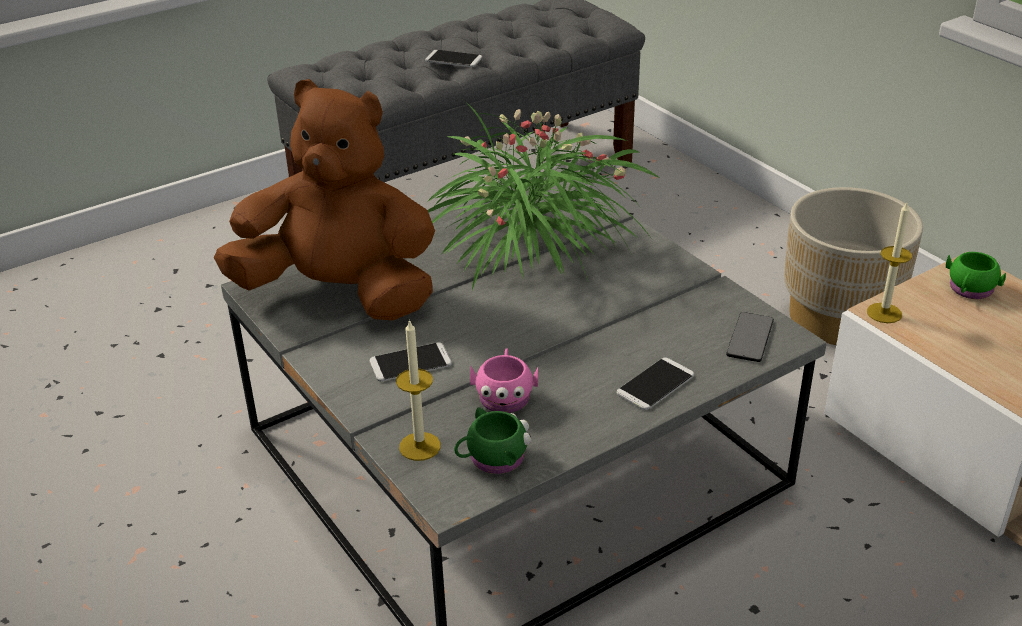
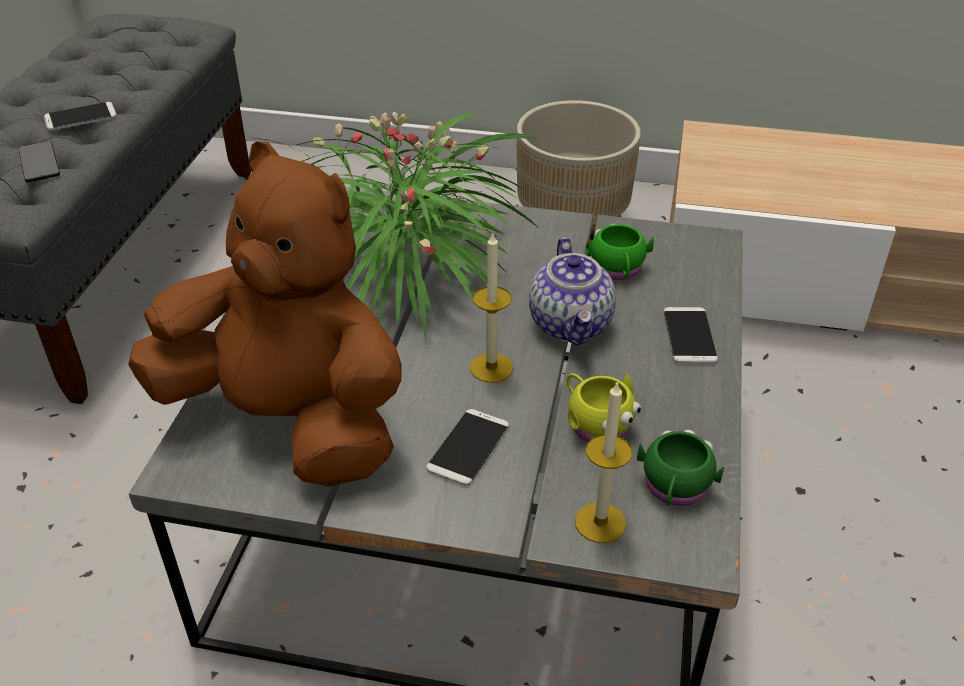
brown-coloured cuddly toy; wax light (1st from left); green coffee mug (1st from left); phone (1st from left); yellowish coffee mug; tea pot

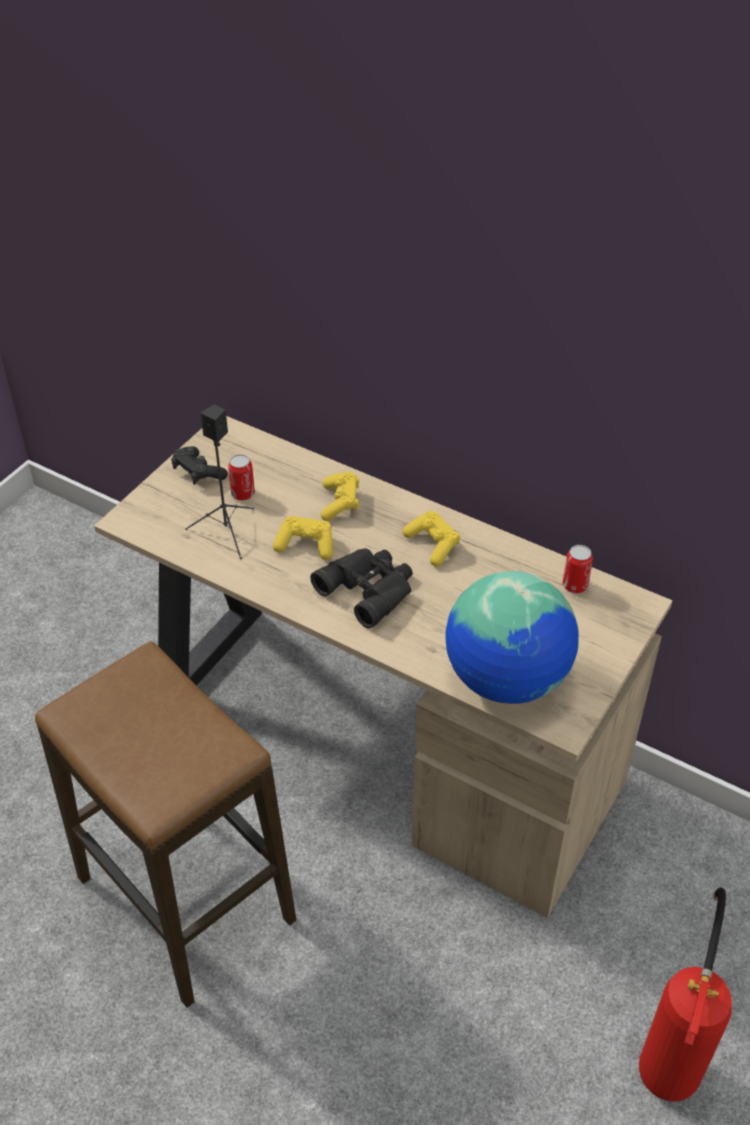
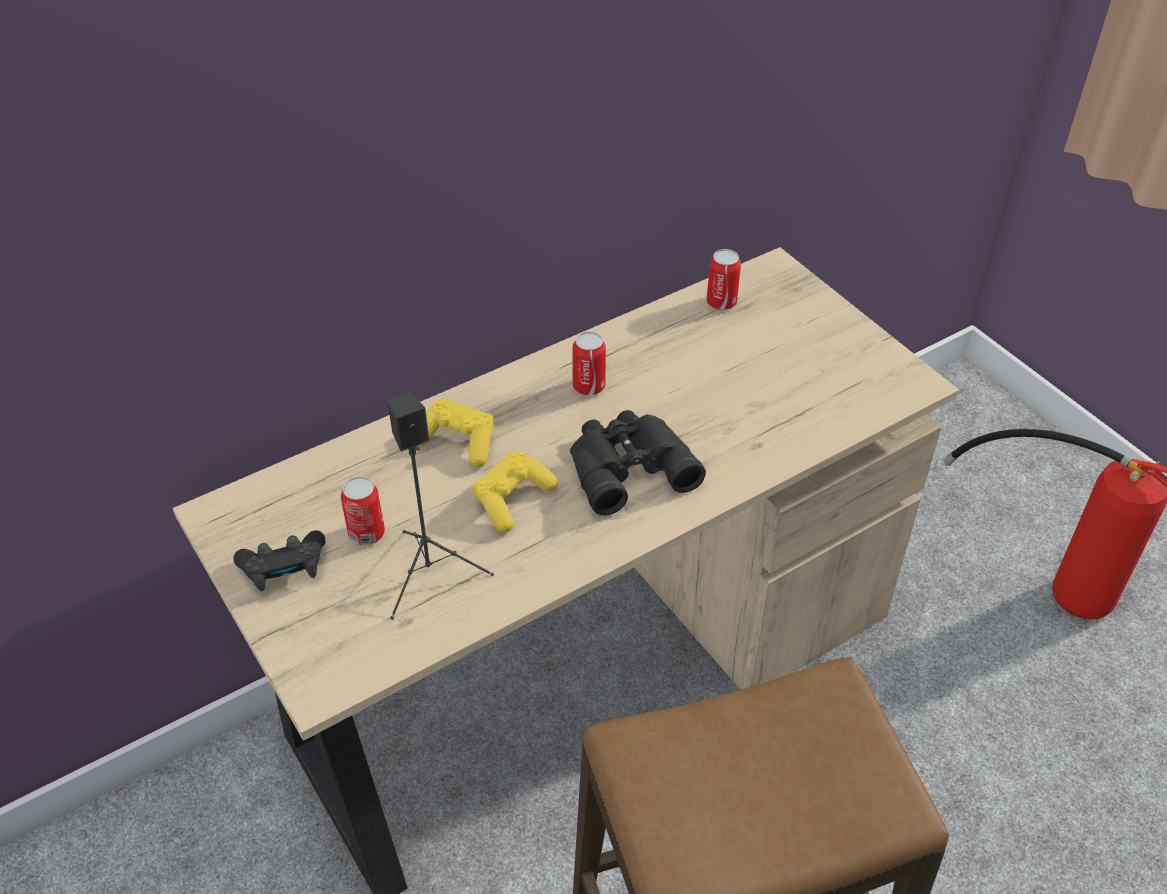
can (2nd from left); world globe

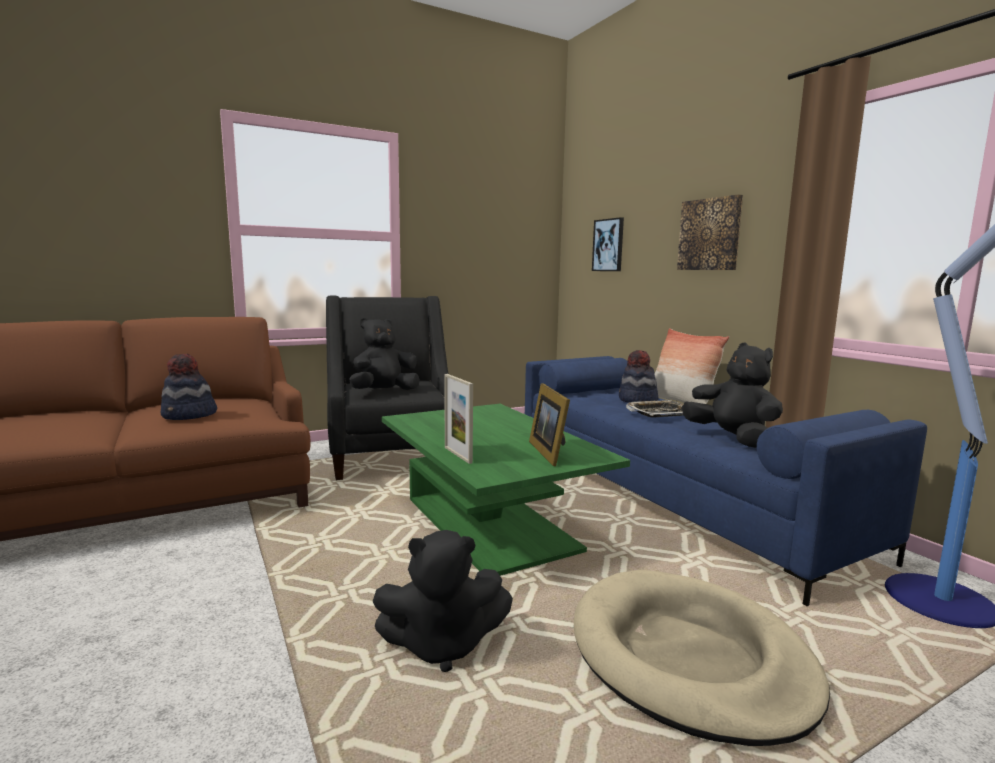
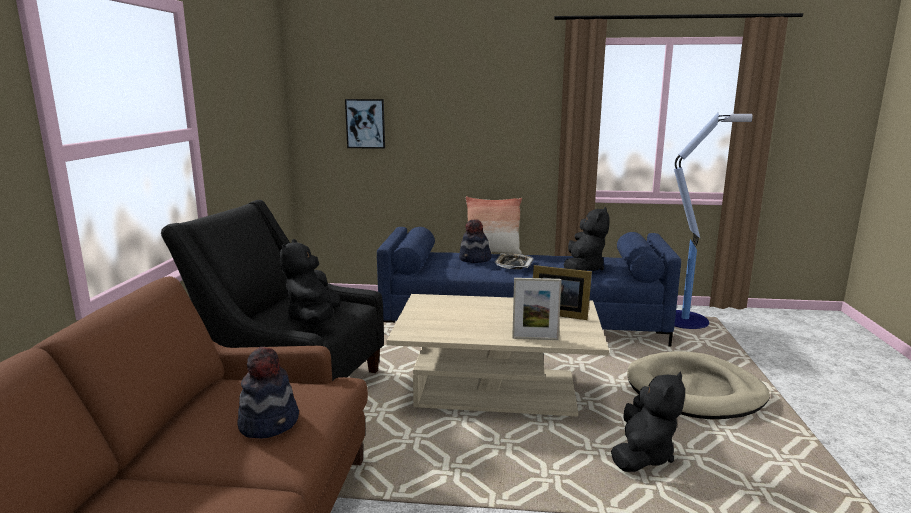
wall art (2nd from left in the first image); black-coloured cuddly toy (2nd from left); beige low table

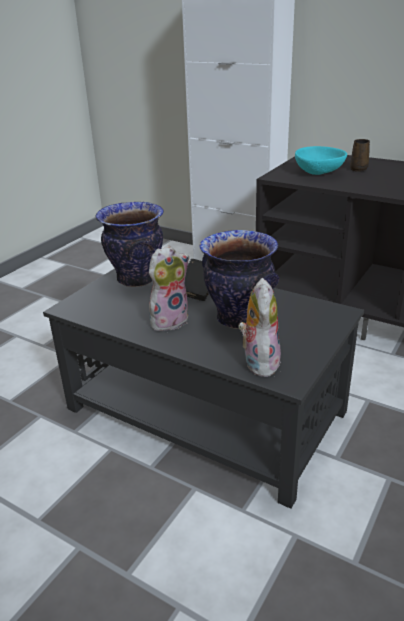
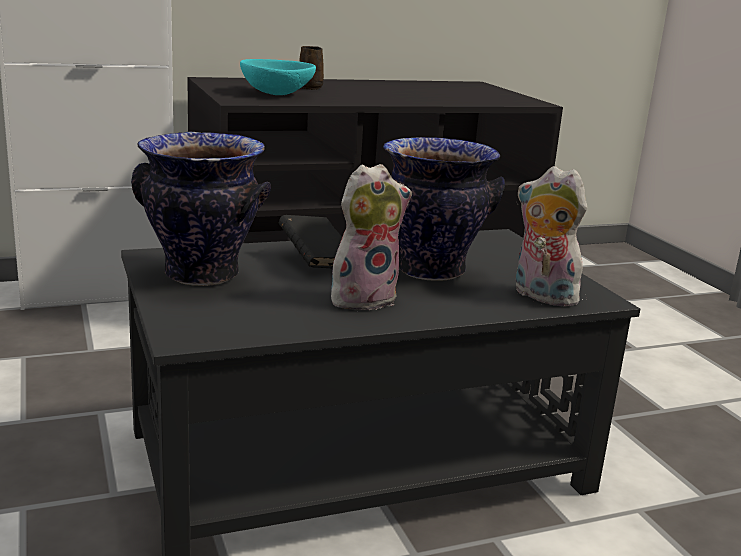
cuddly toy (1st from left)

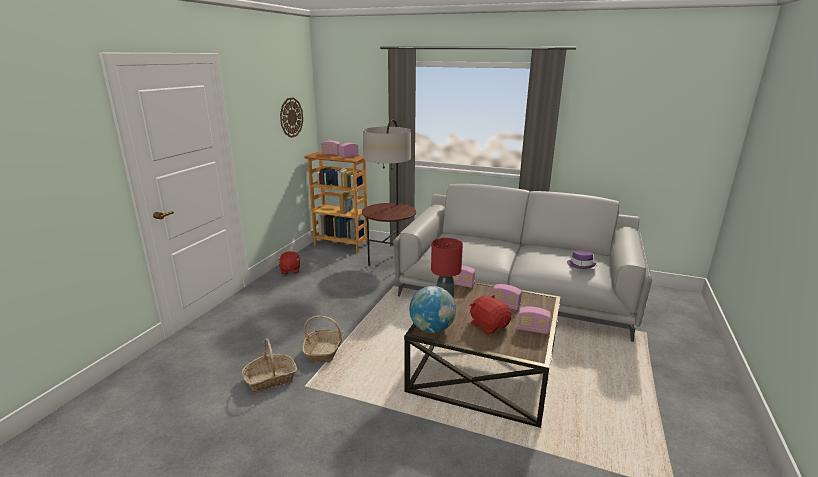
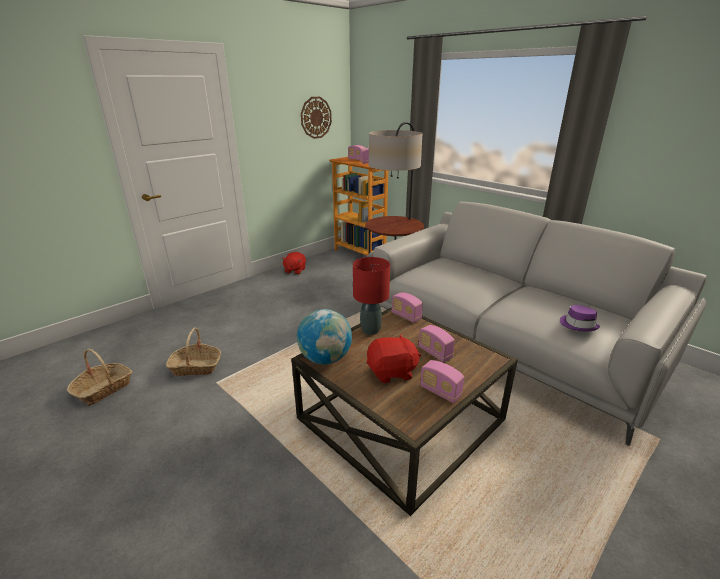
red-coloured cuddly toy (2nd from left); storage basket (1st from left)

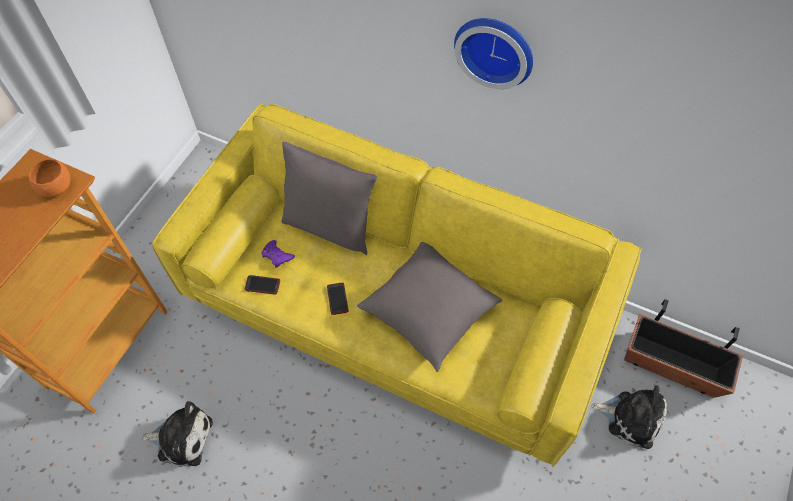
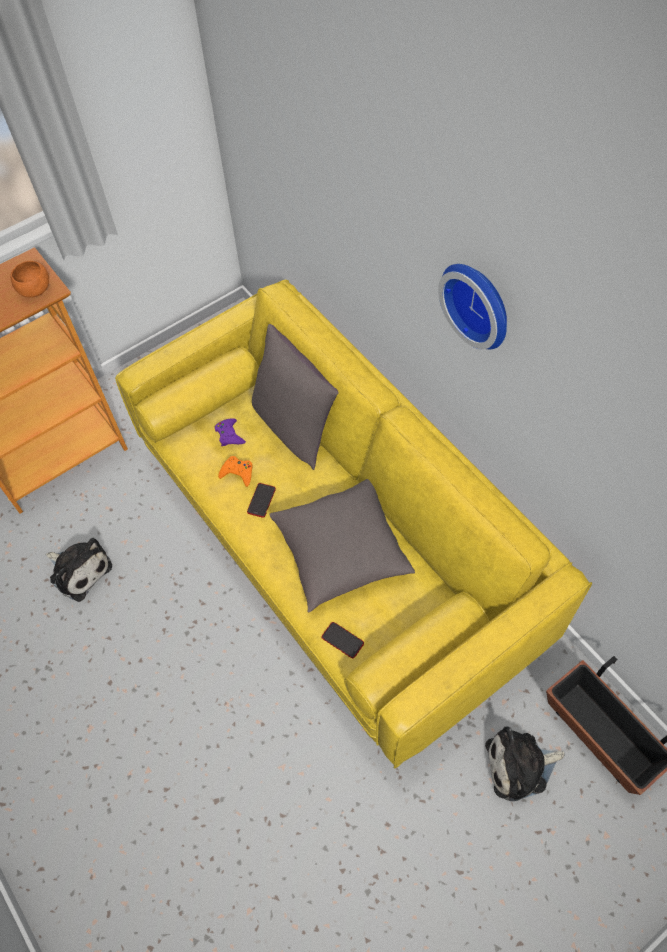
phone (2nd from left); cuddly toy (2nd from left); orange-coloured game controller

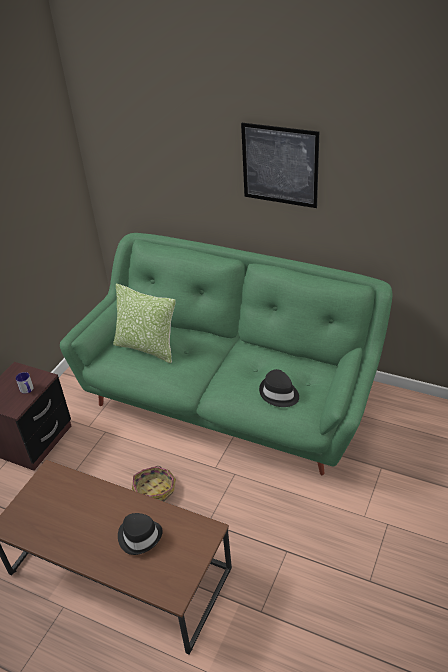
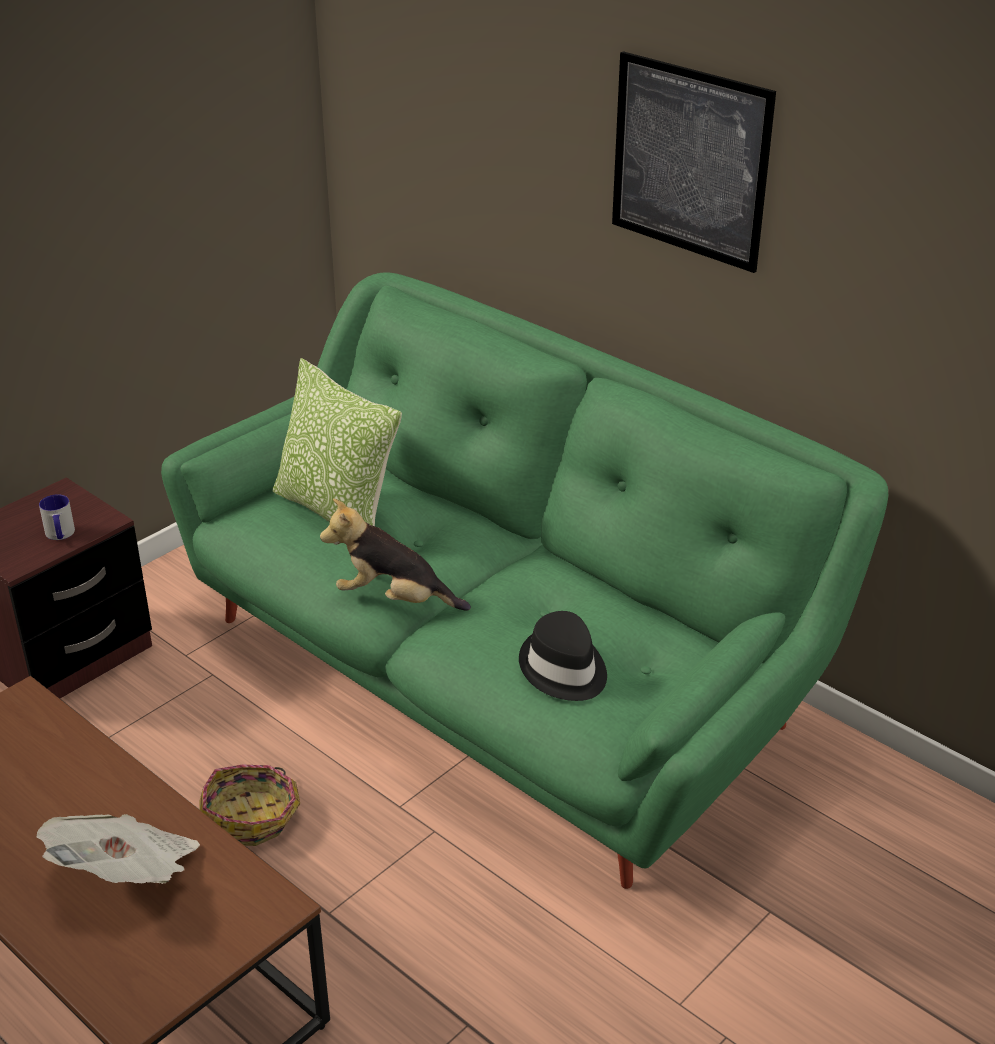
printed paper; cuddly toy

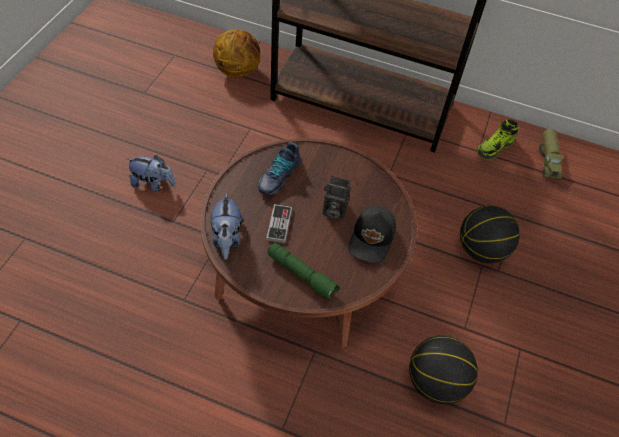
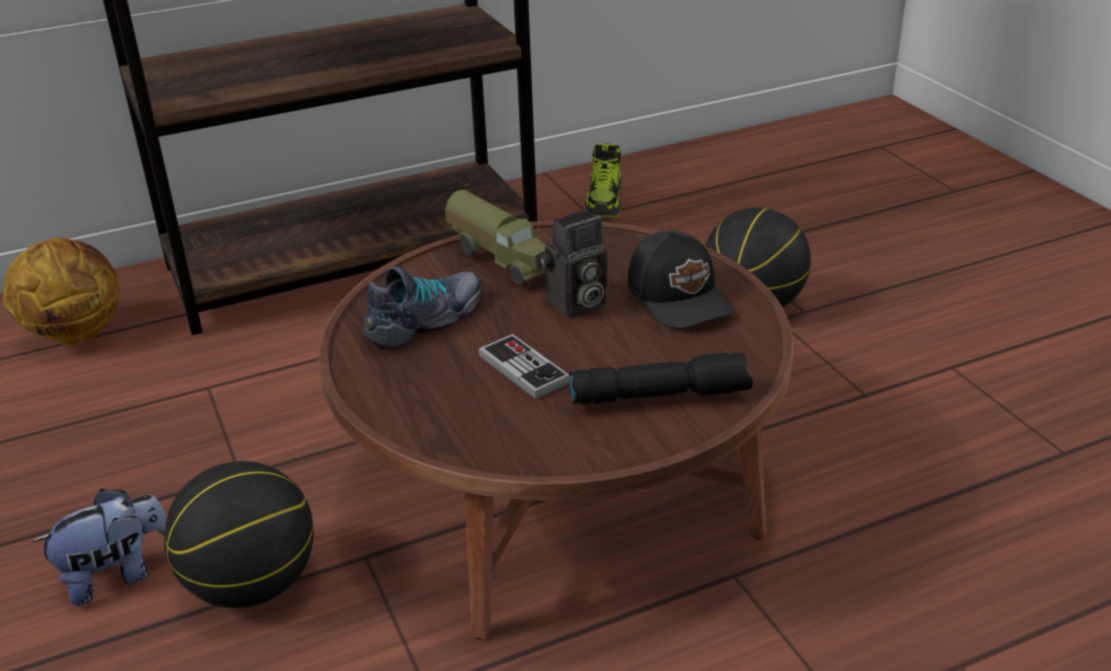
toy lorry; low shoe (1st from left); cuddly toy (2nd from left in the first image); black-coloured torch; basketball ball (2nd from left)

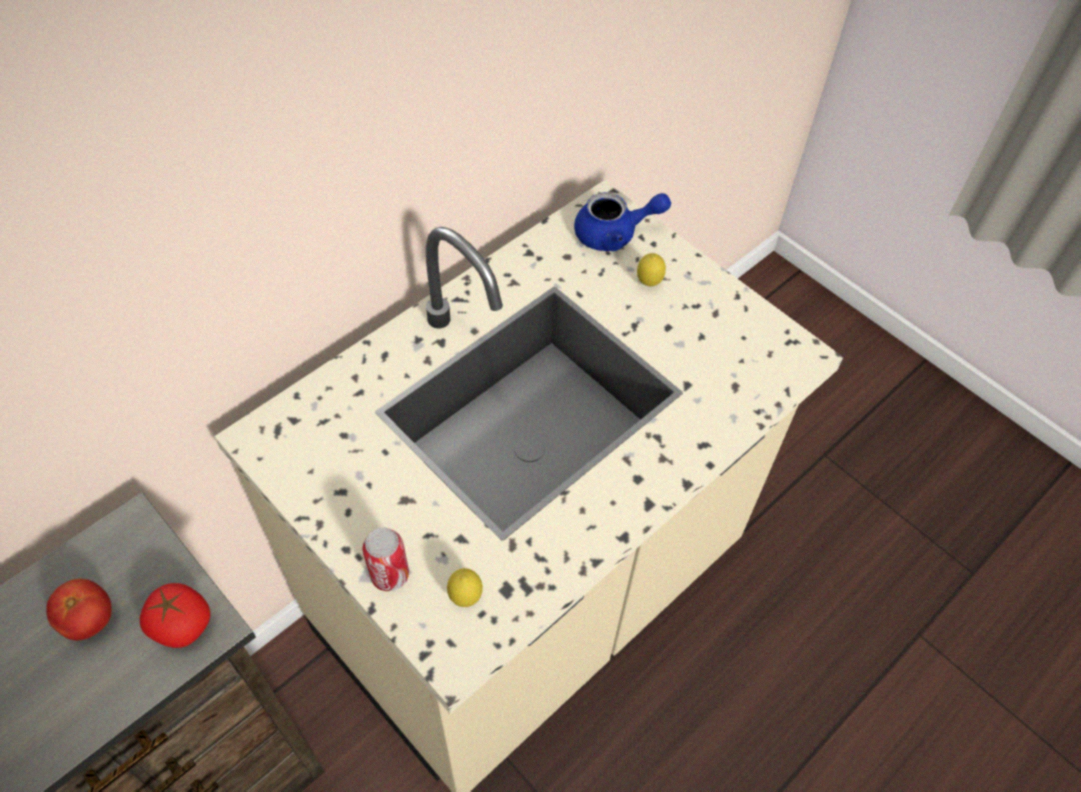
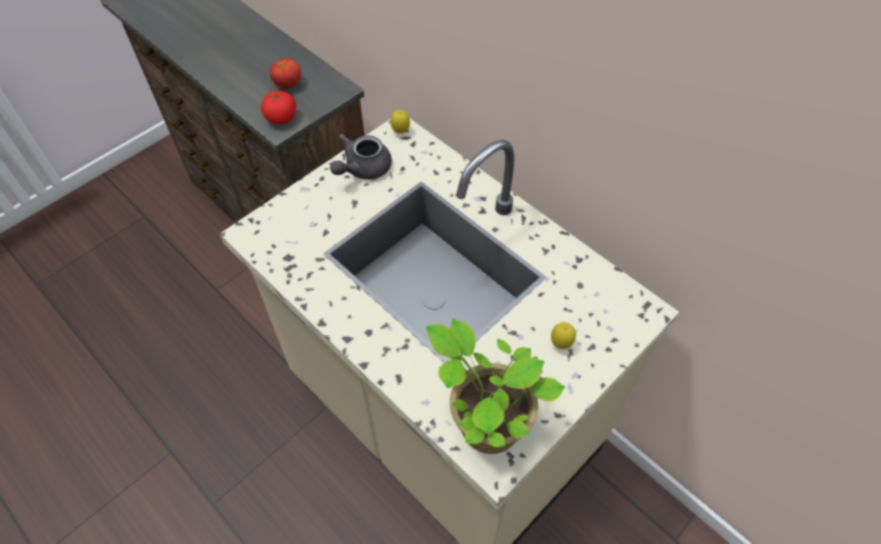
bluish tea pot; can; citrus fruit (1st from left); grey tea pot; potted plant

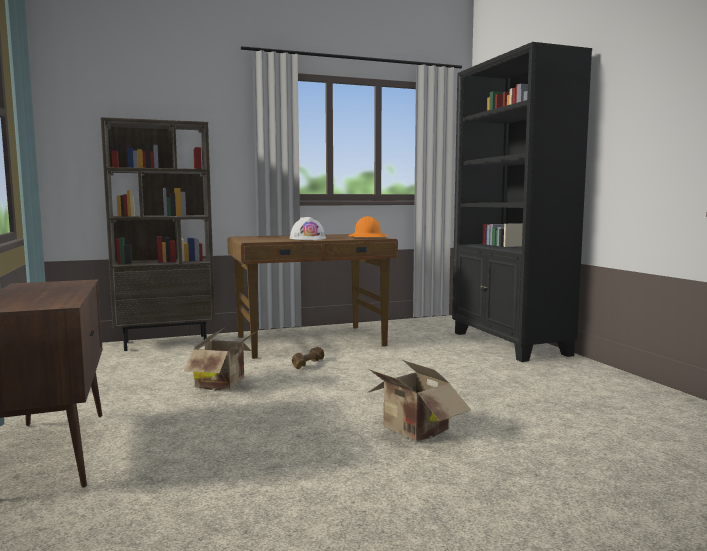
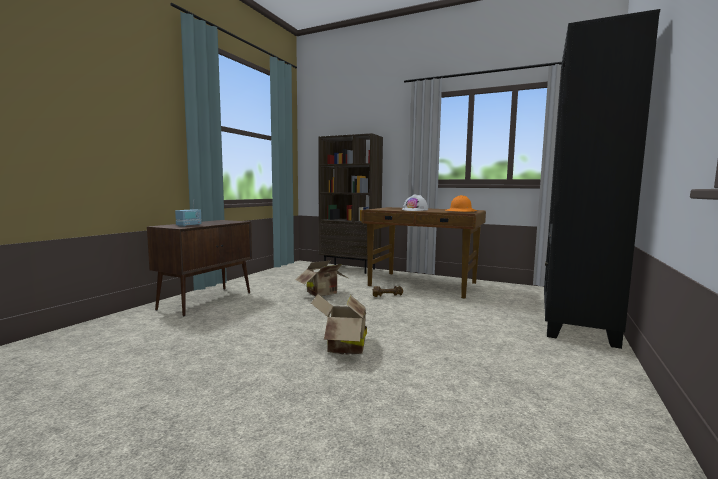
radio set

